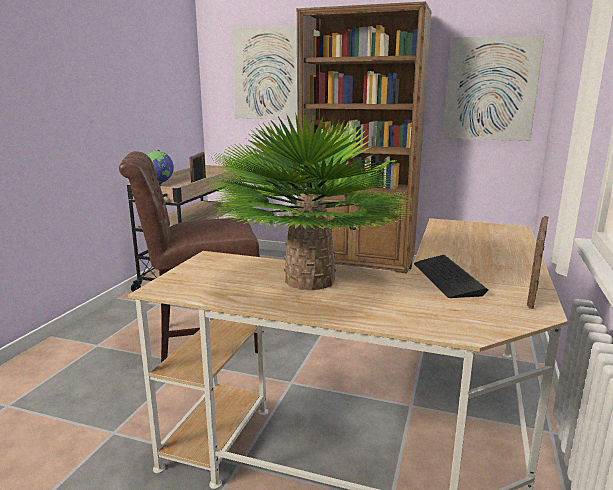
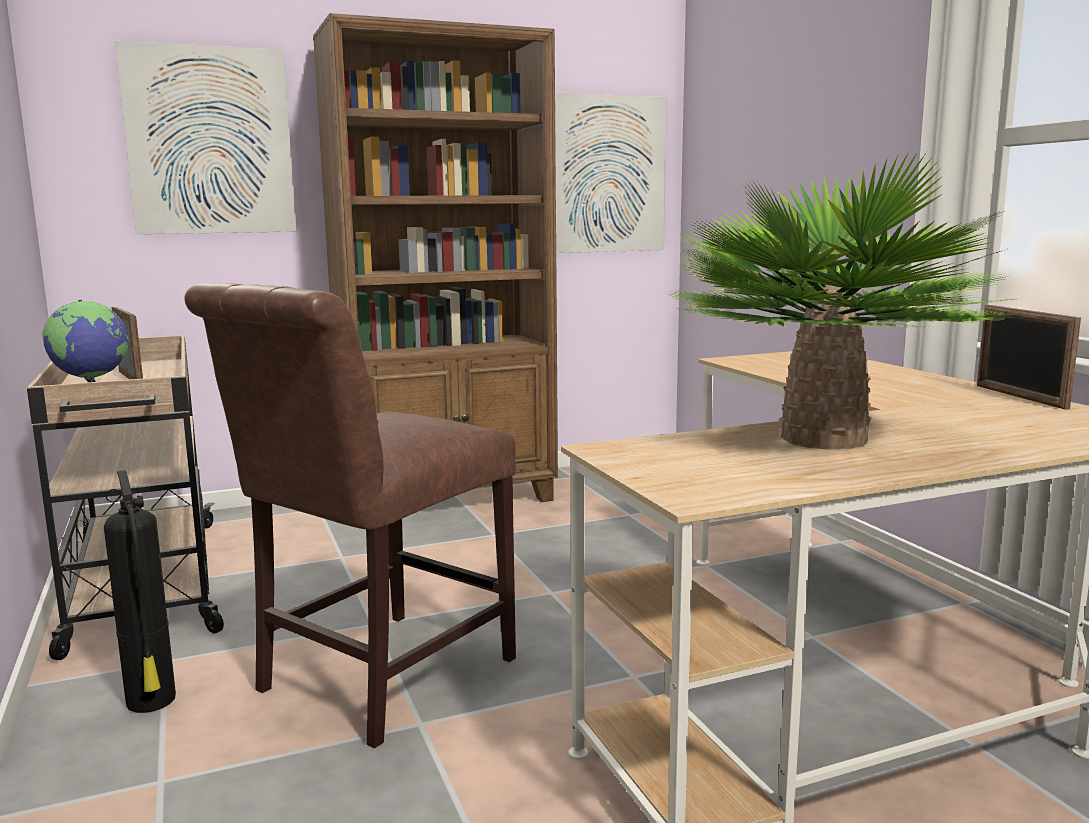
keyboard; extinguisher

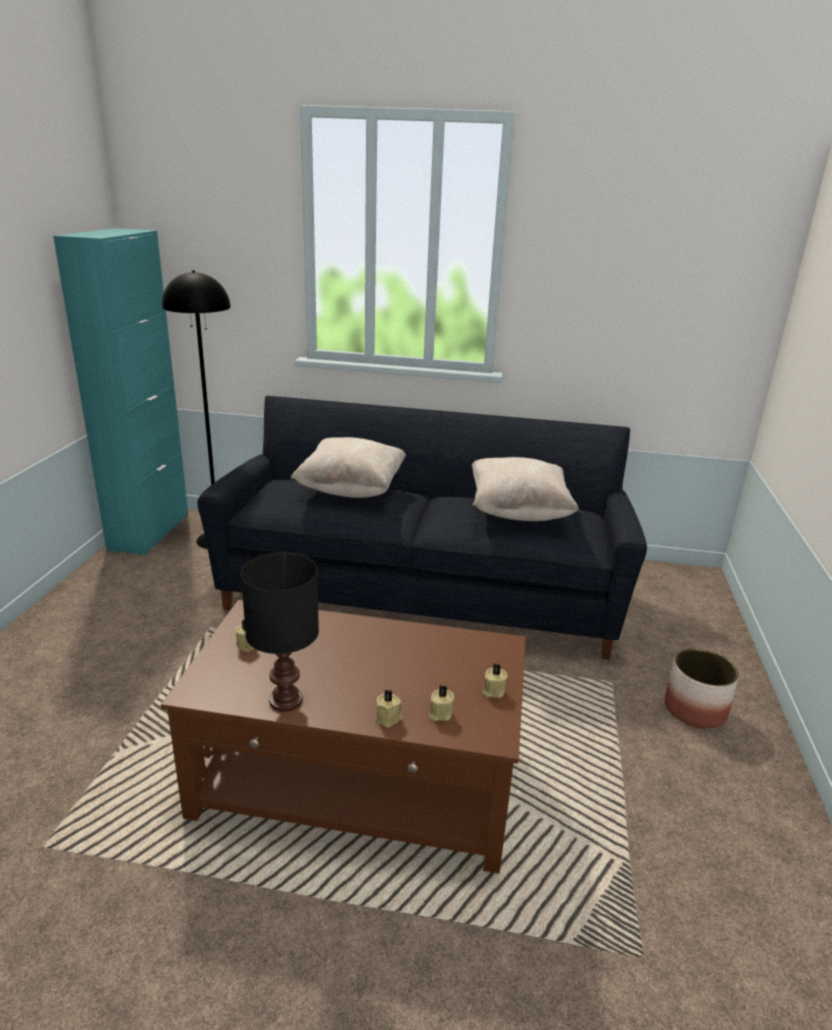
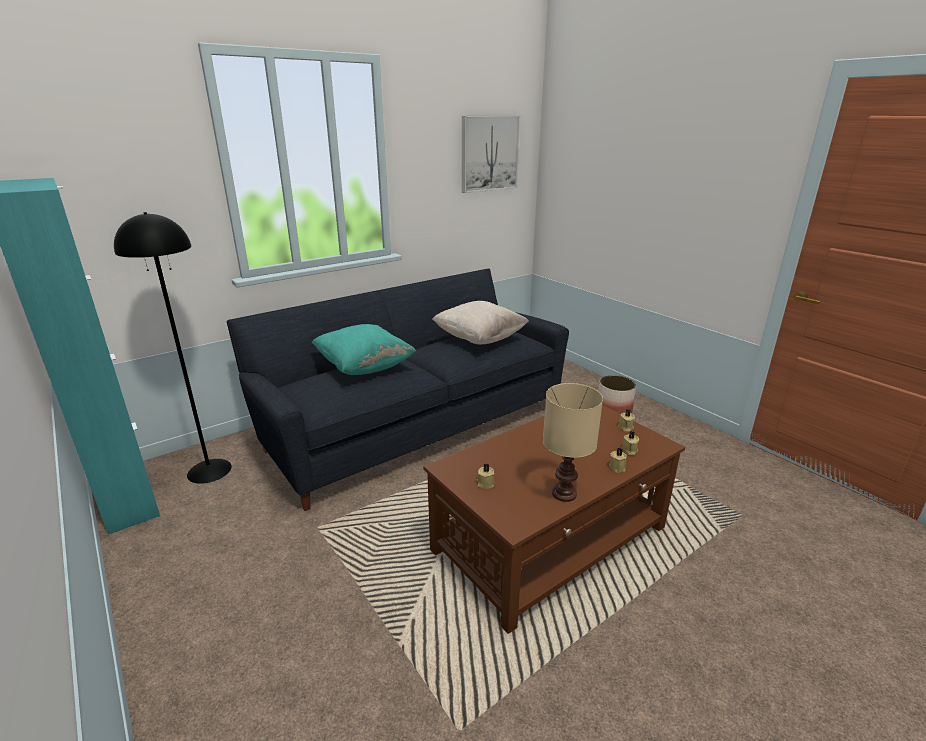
turquoise-coloured pillow; beige tabletop lamp; wall art

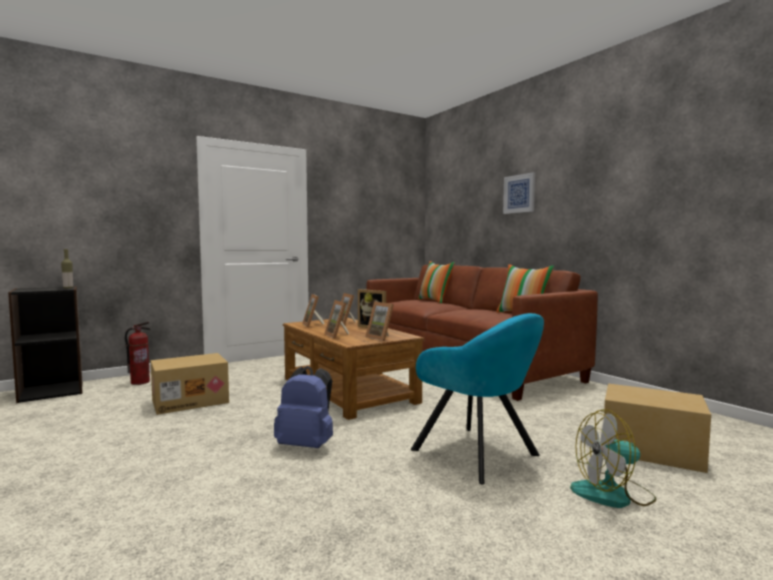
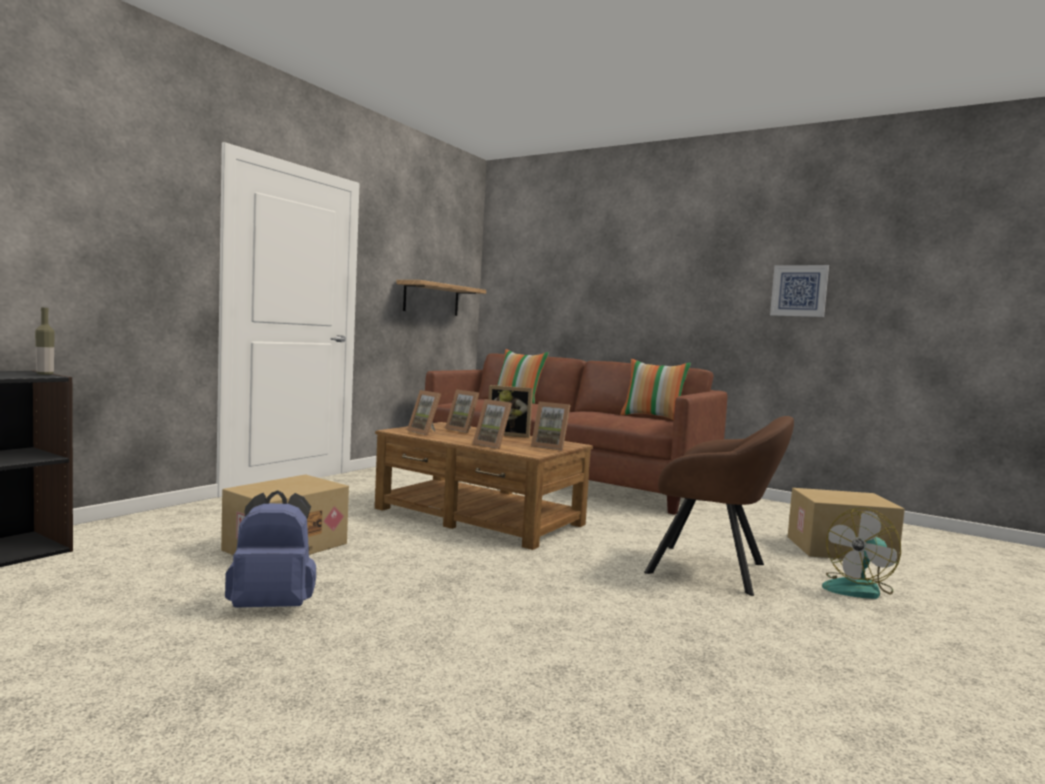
wall art; brown-coloured easy chair; extinguisher; bluish knapsack; shelf

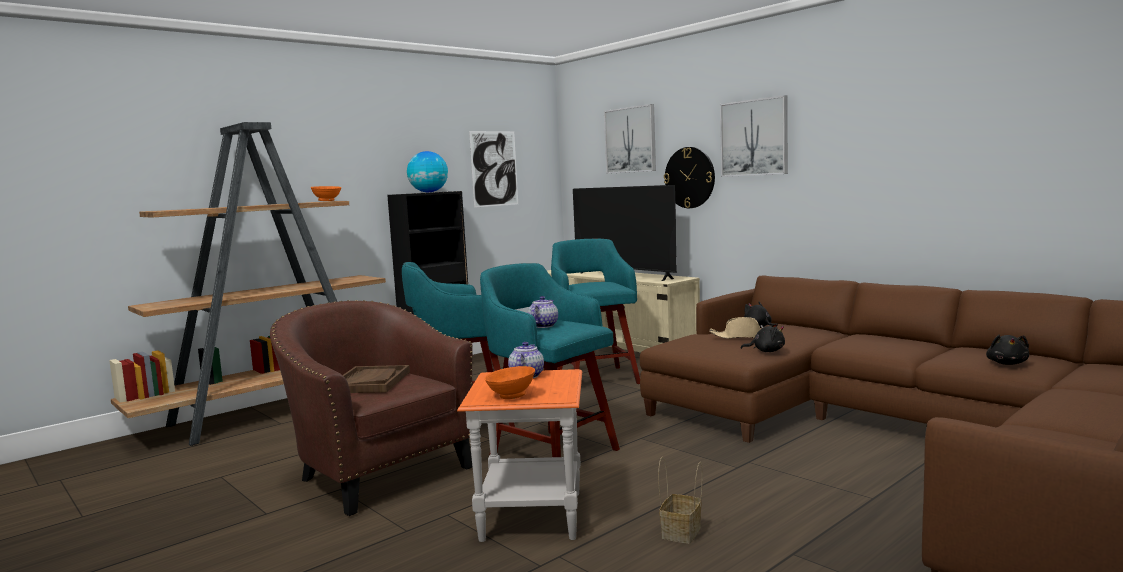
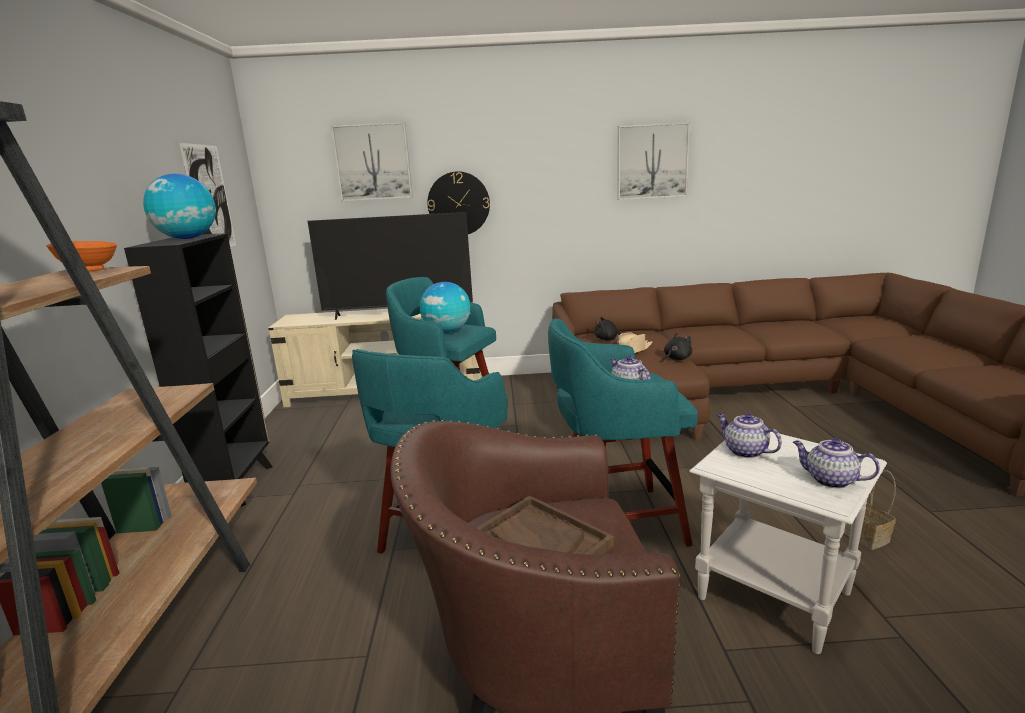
wall art (3rd from left); black-coloured cuddly toy (3rd from left in the first image); tea pot (3rd from left); white end table; world globe (2nd from left)

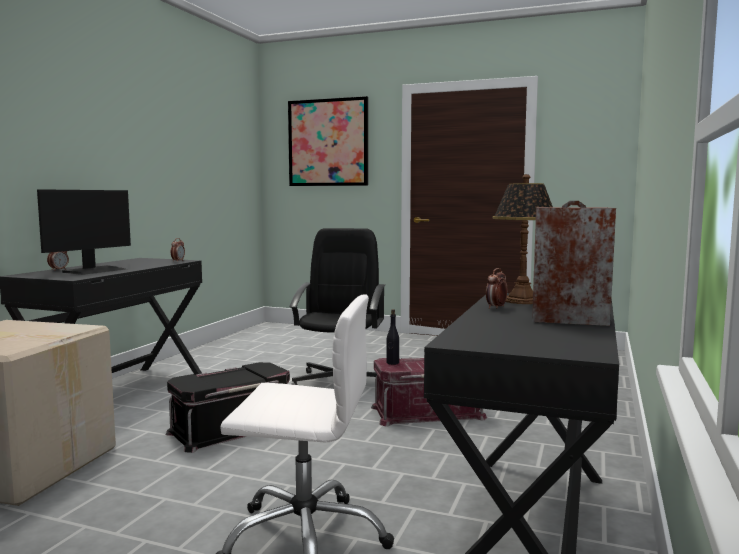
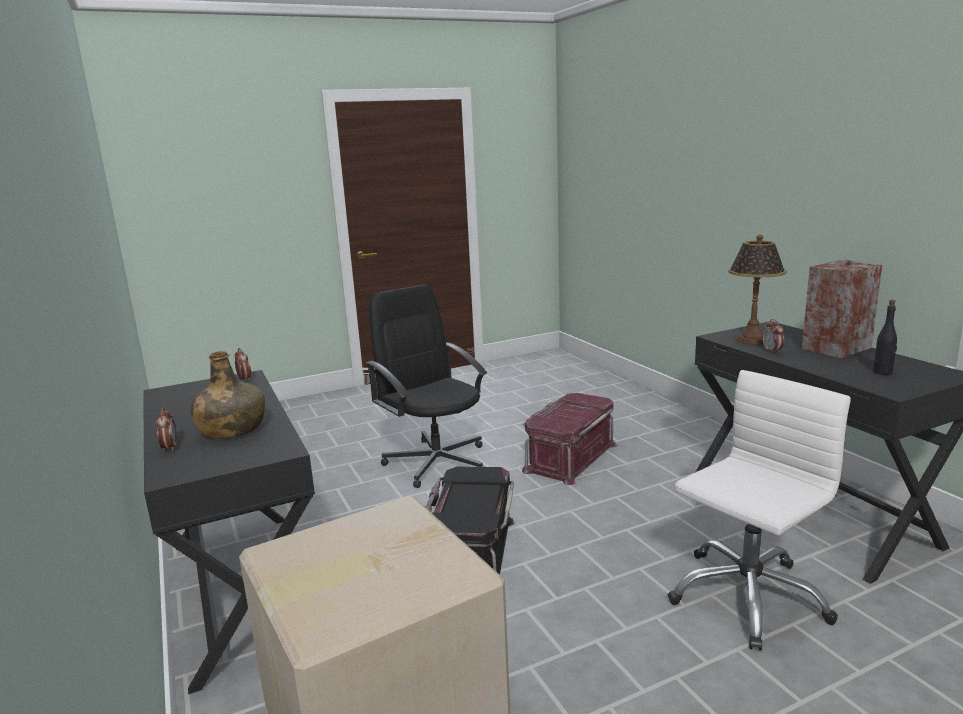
wall art; green drink bottle; black-coloured drink bottle

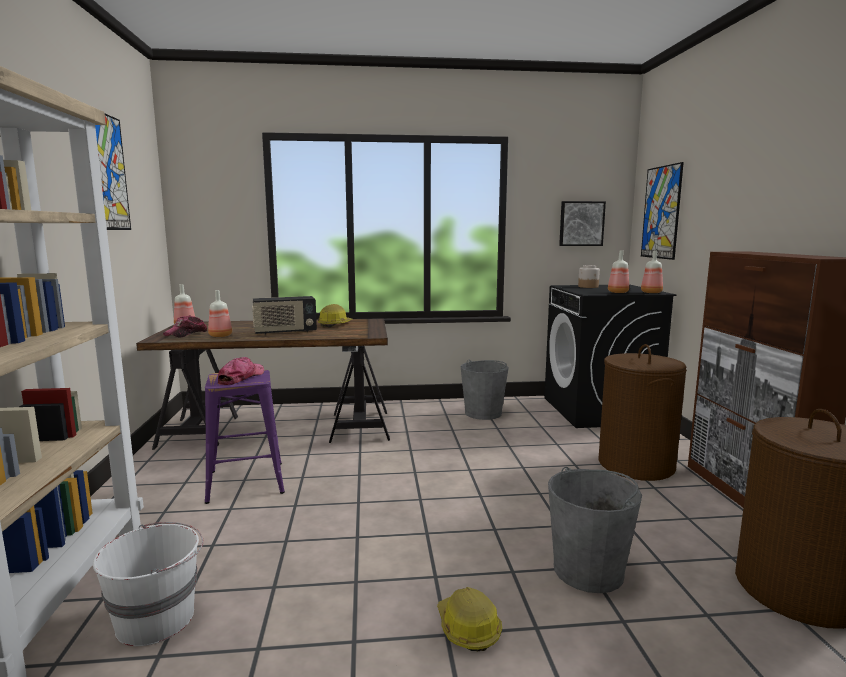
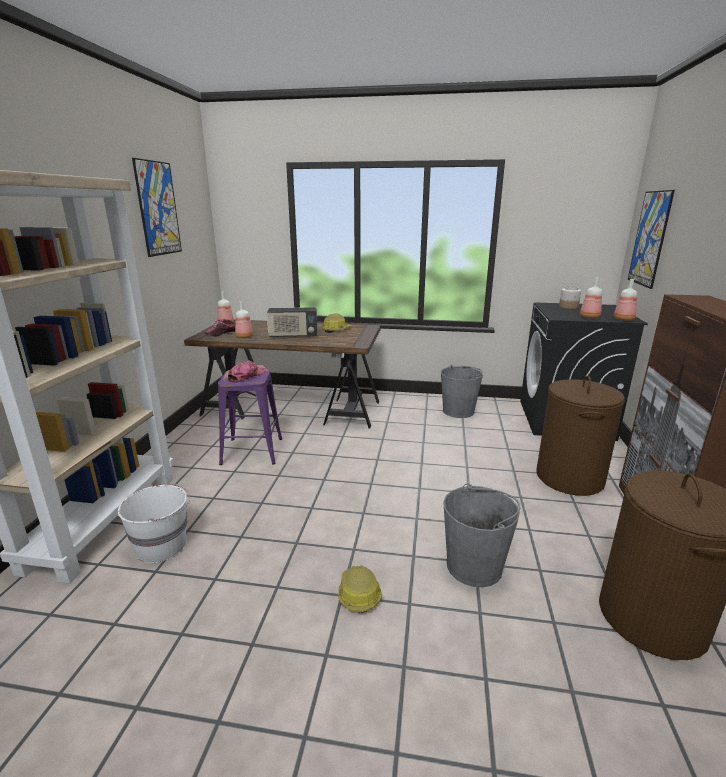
wall art (2nd from left in the first image)

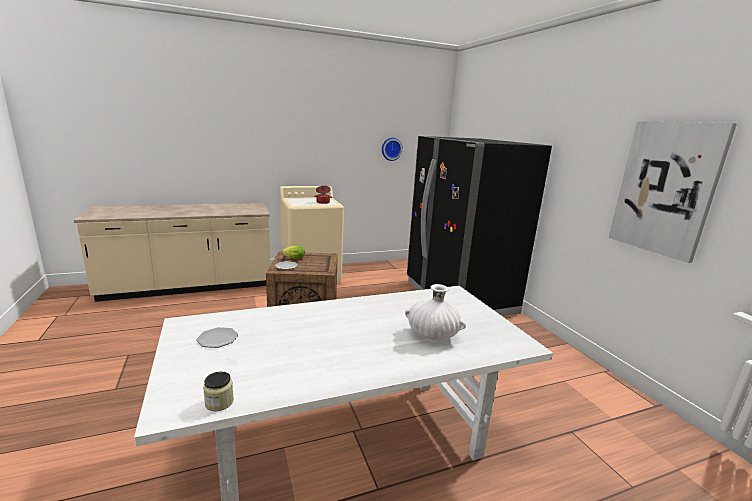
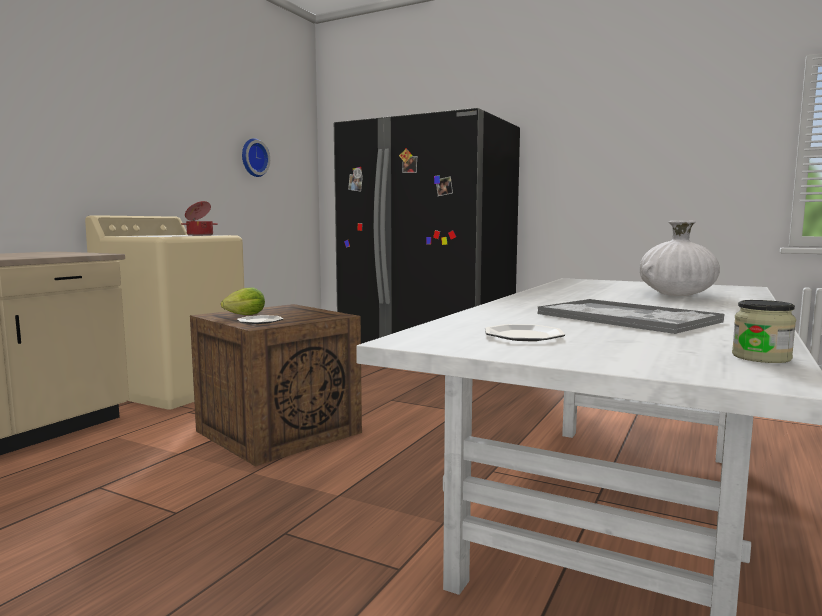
wall art; tray

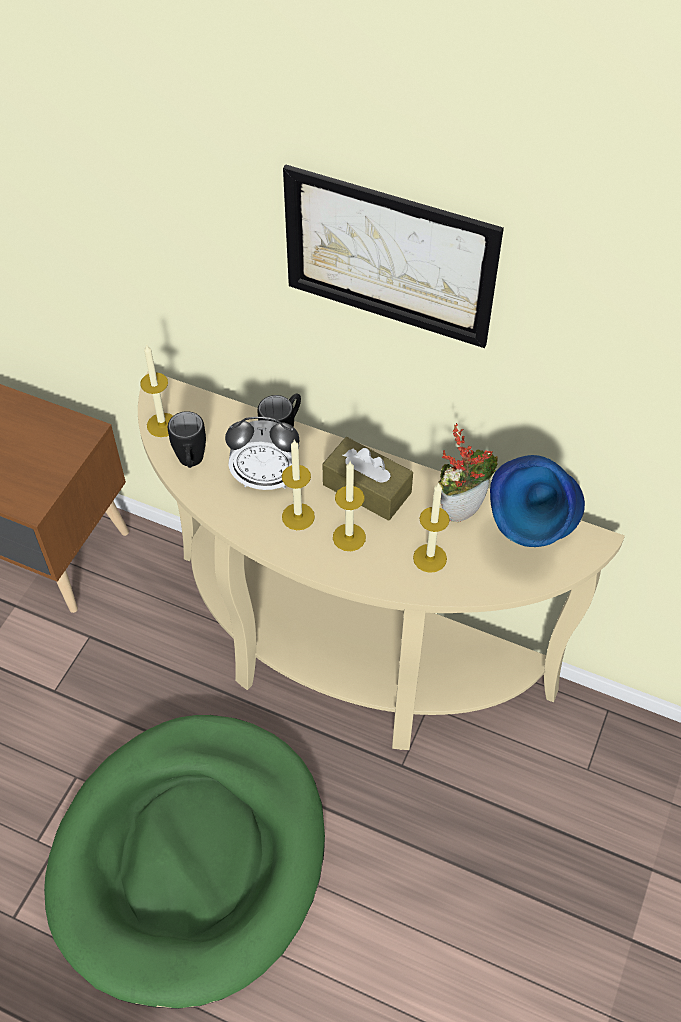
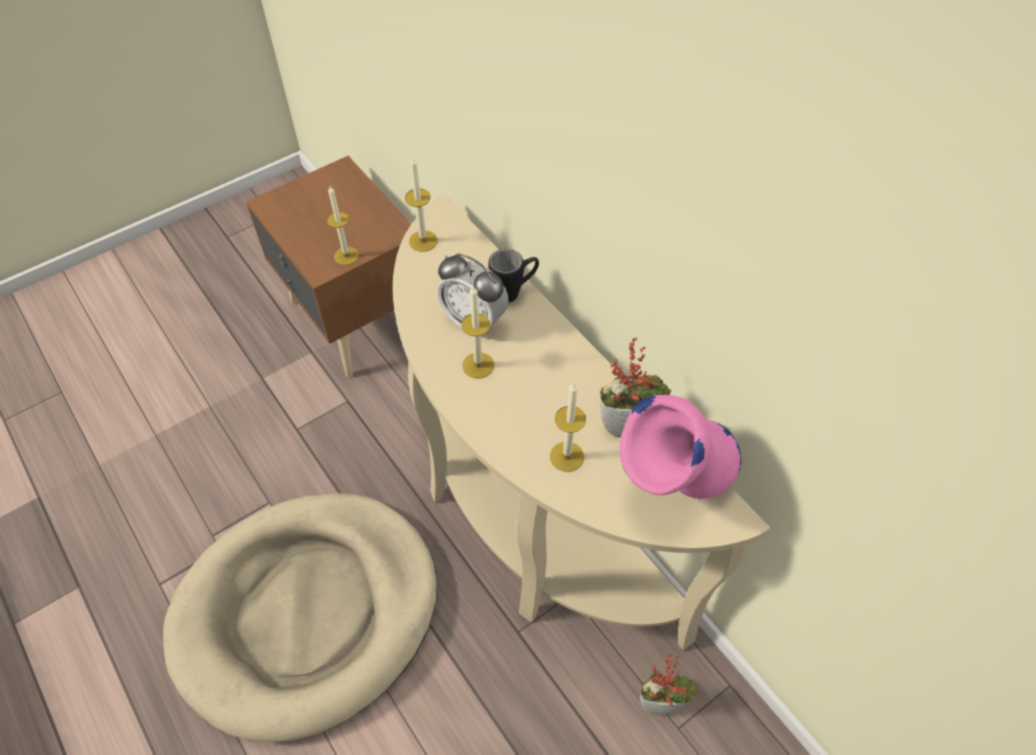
wall art; black-coloured coffee mug (1st from left in the first image); brown-coloured tissue holder; pink-coloured decorative vase; wax light (1st from left); beige pet bed; potted plant (2nd from left)

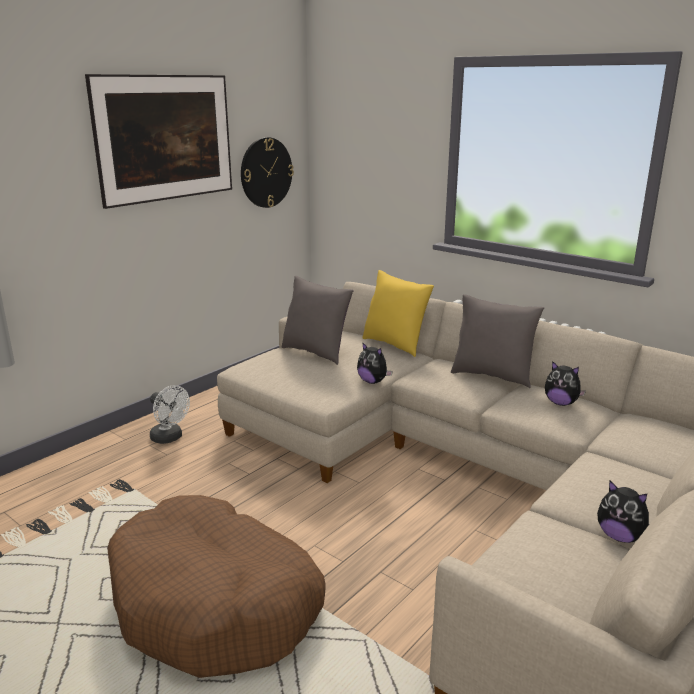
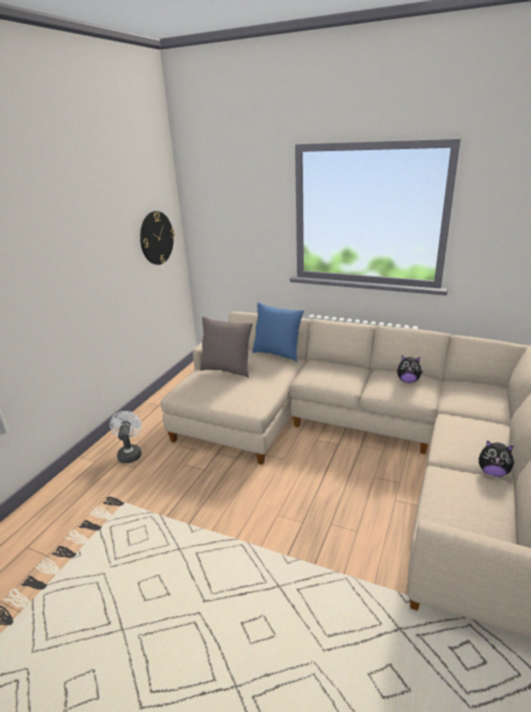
wall art; bluish pillow; grey pillow (2nd from left in the first image); cuddly toy (1st from left in the first image); white electric fan; brown-coloured pet bed

